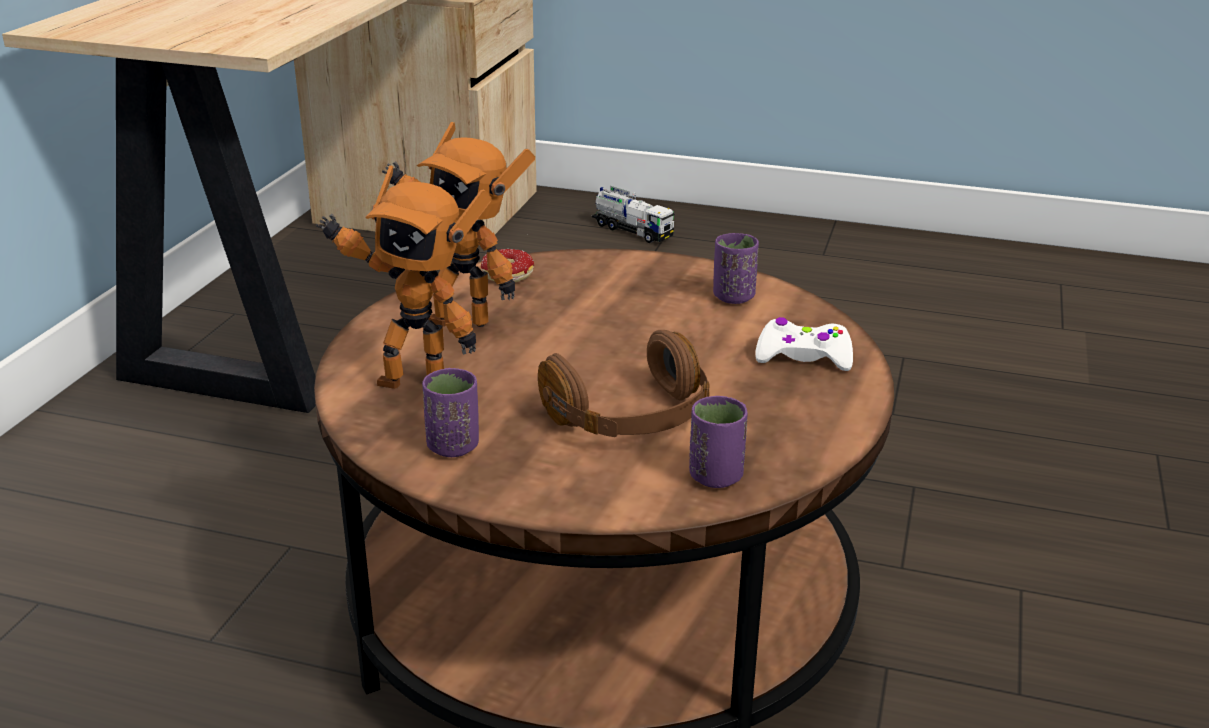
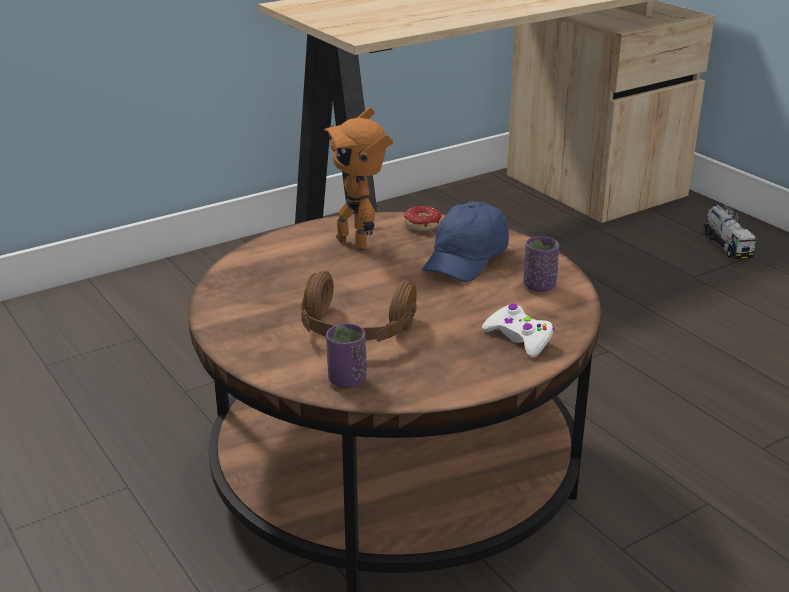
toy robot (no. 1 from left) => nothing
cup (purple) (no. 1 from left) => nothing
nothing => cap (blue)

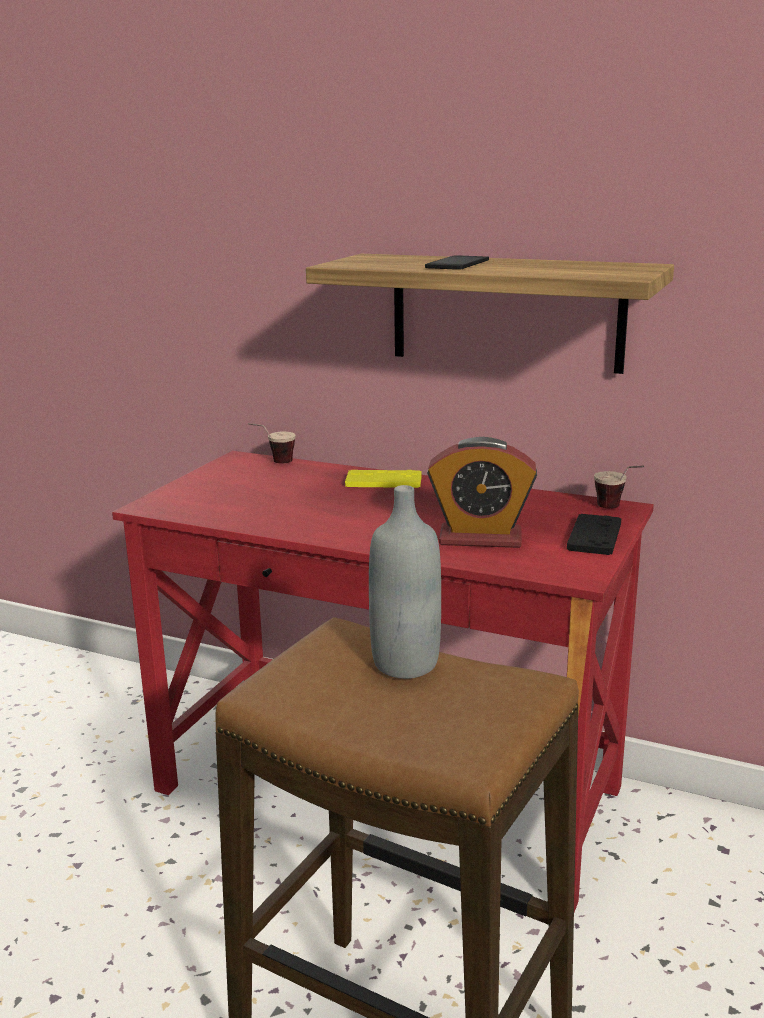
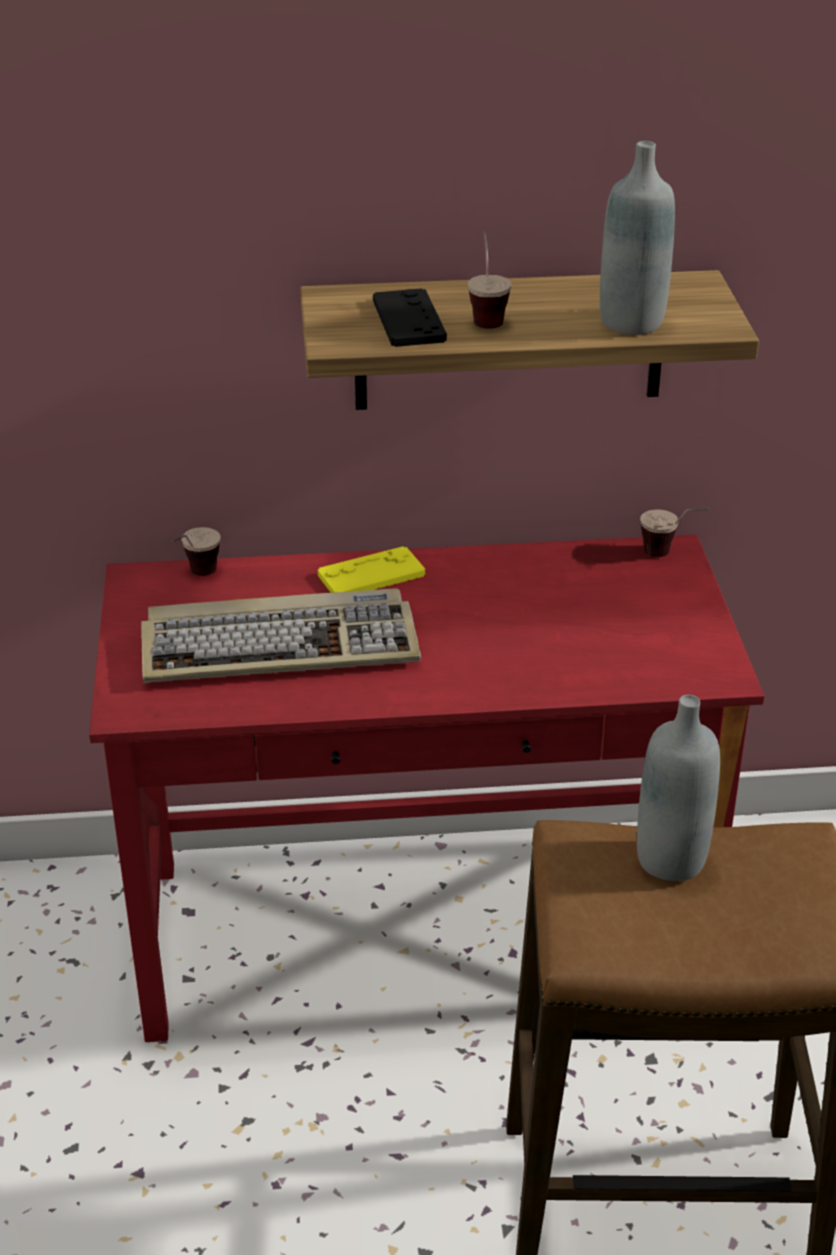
phone => cup (no. 2 from left)
alarm clock => nothing
game controller (black), relocated
nothing => bottle (grey) (no. 1 from left)
nothing => keyboard

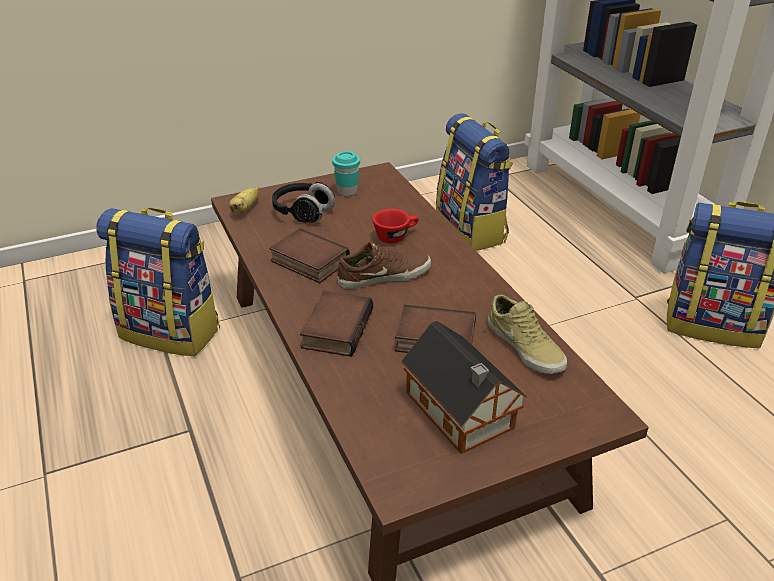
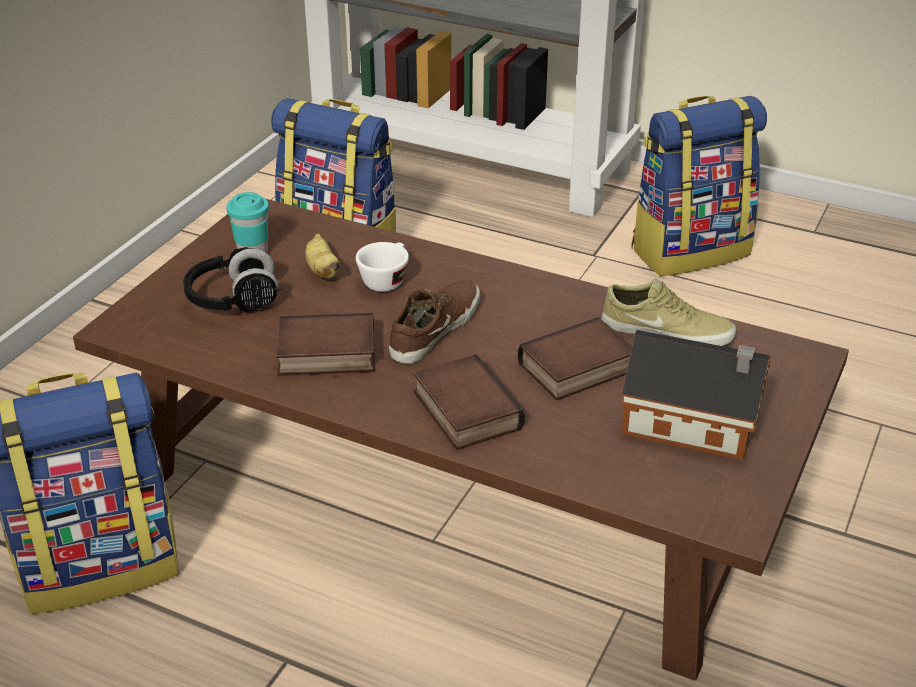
banana, relocated
cup (red) => cup (white)

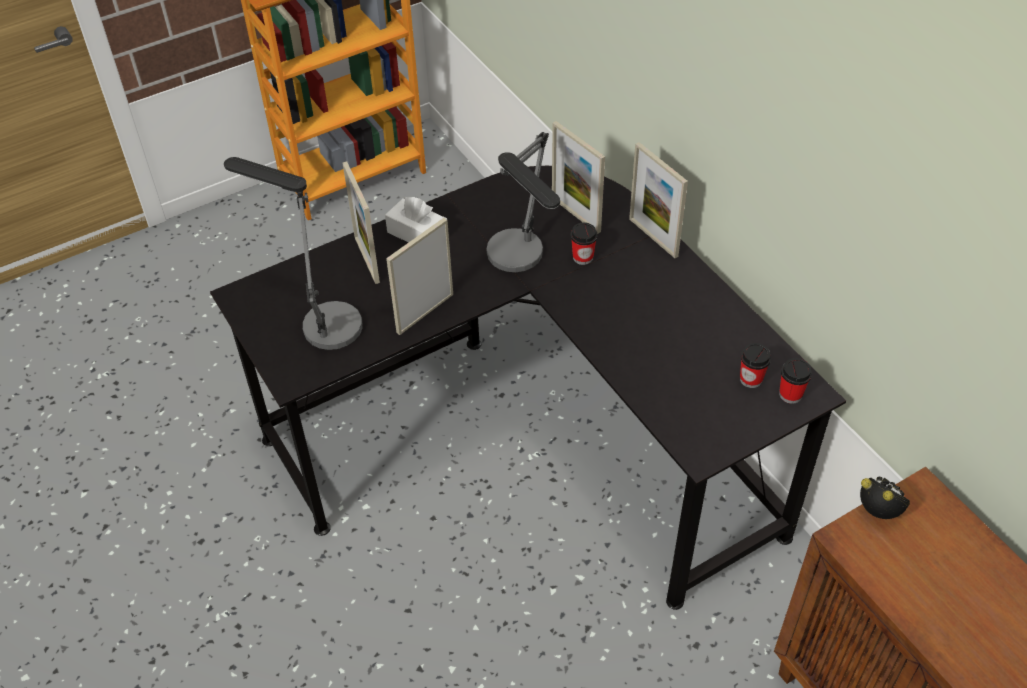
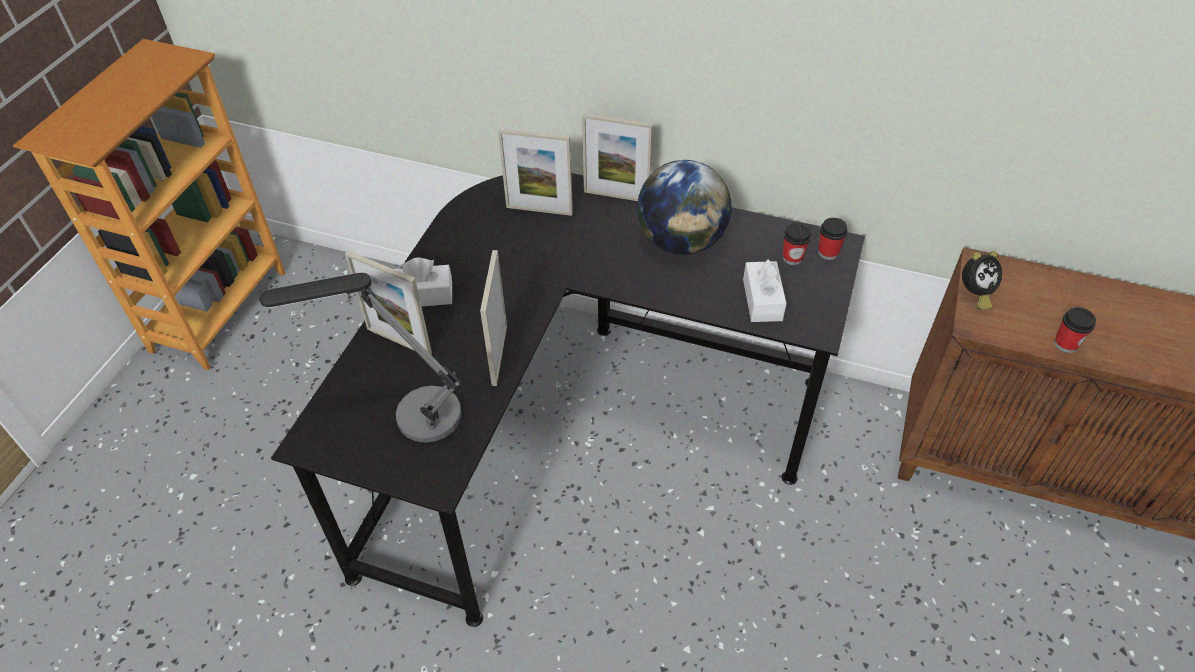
table lamp (no. 2 from left) => nothing
cup (no. 1 from left in the first image) => cup (no. 3 from left), relocated
alarm clock, 150 degrees clockwise
nothing => globe
nothing => tissue box (white) (no. 2 from left)

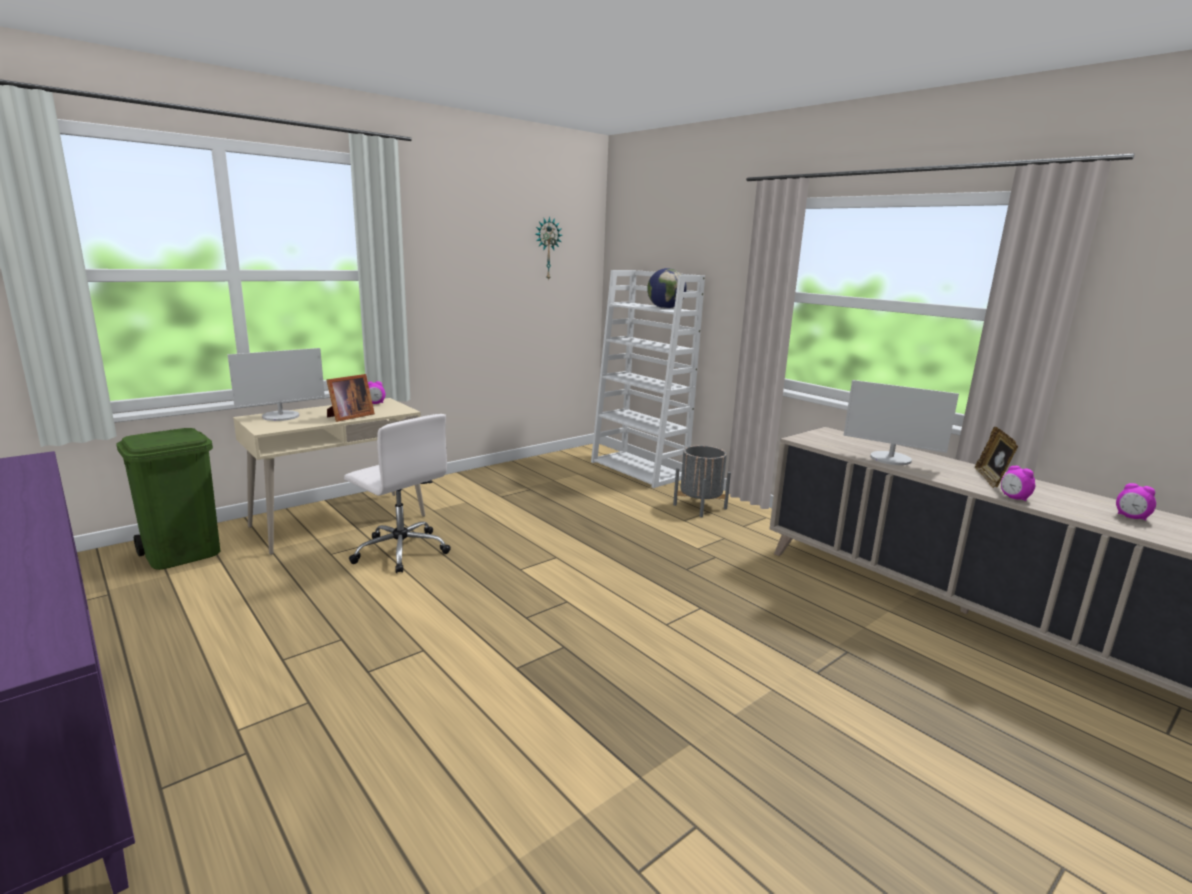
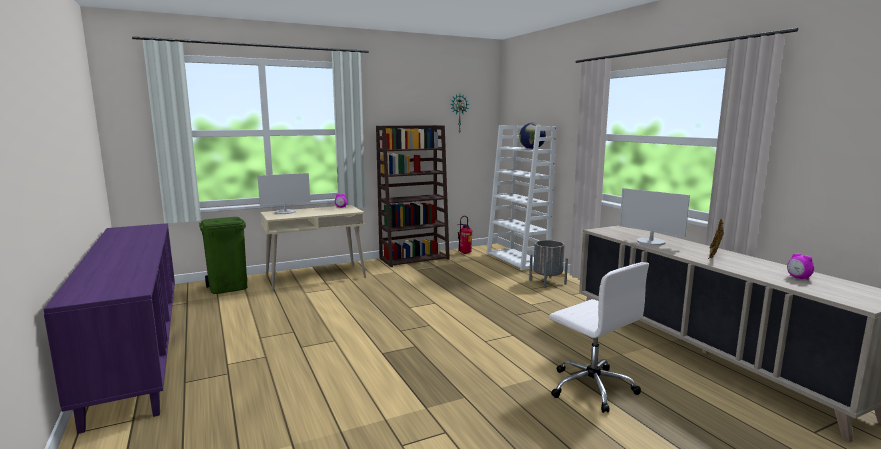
picture frame (no. 1 from left) => nothing
office chair (white), relocated
alarm clock (no. 2 from left) => nothing
nothing => bookcase (brown)
nothing => fire extinguisher

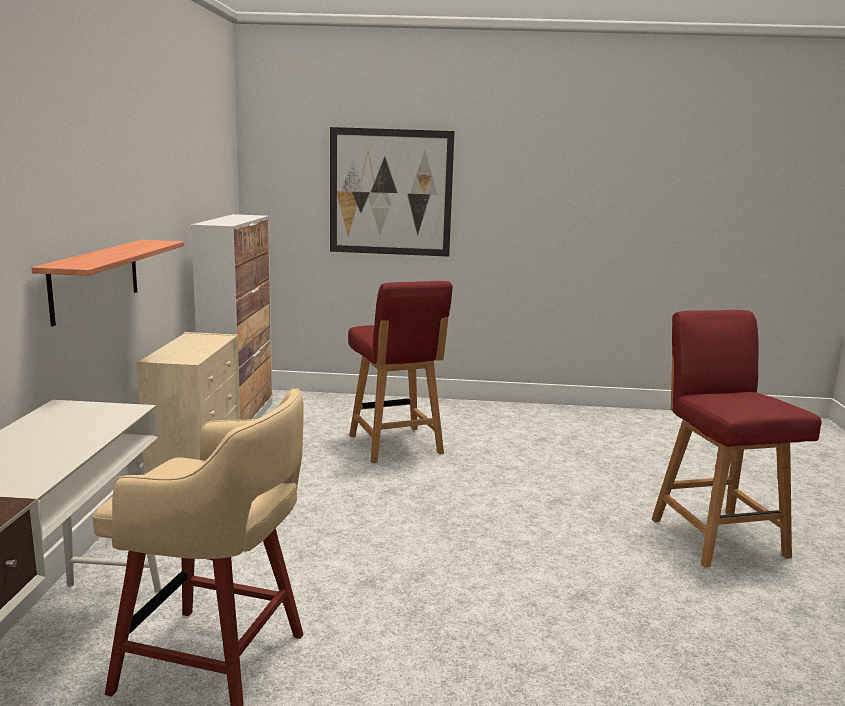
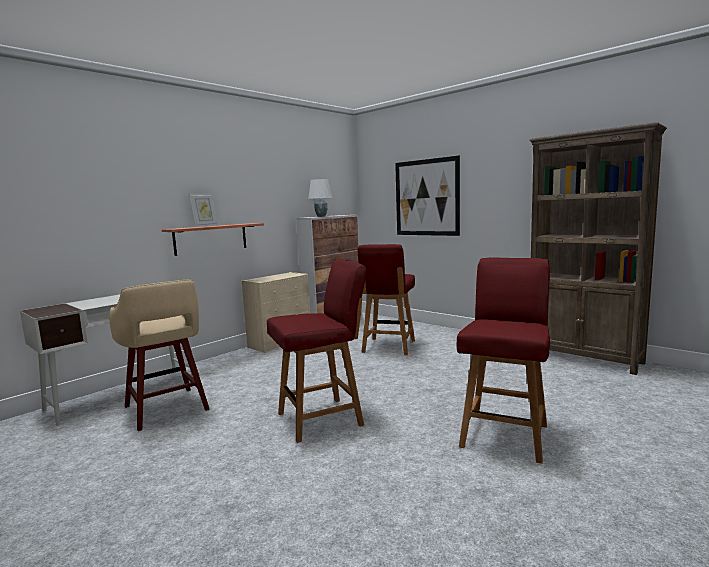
nothing => bookcase (brown)
nothing => table lamp (white)
nothing => picture frame
nothing => chair (red) (no. 1 from left)

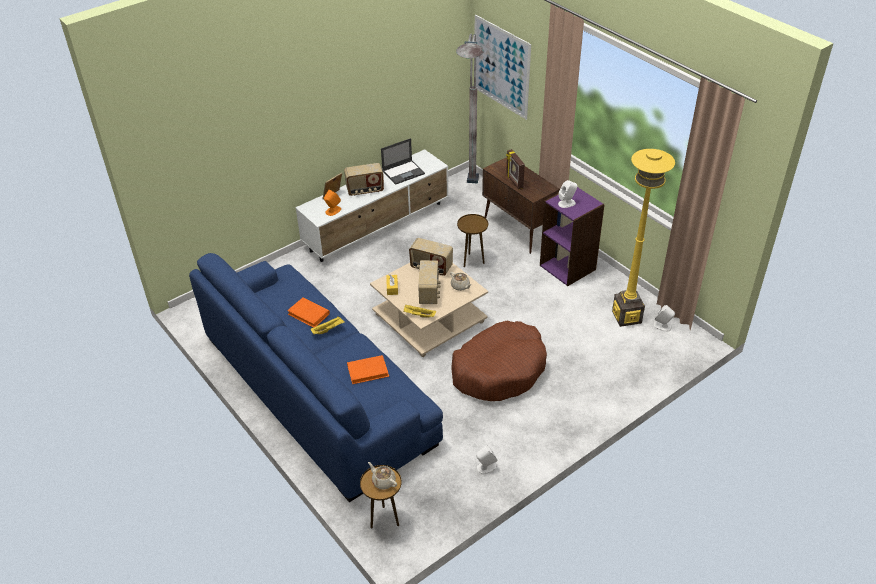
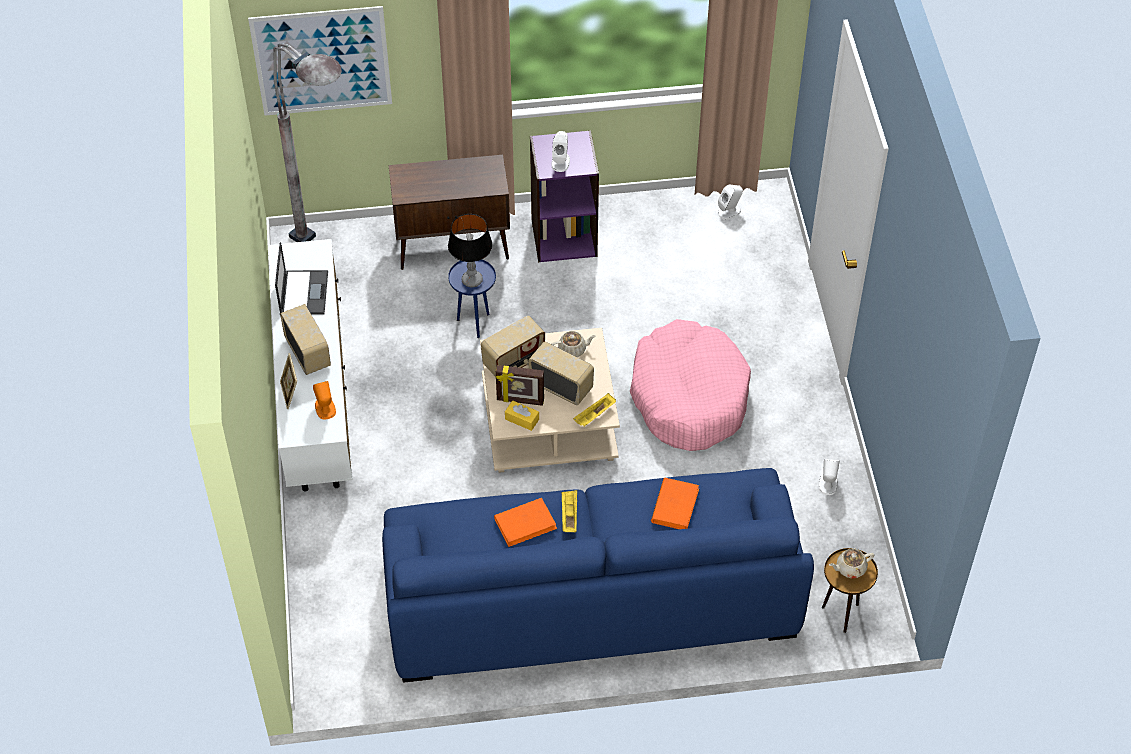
picture frame (no. 2 from left), relocated
floor lamp (yellow) => nothing
radio (no. 1 from left), 45 degrees counterclockwise
side table (brown) (no. 2 from left) => side table (blue)
dog bed (brown) => dog bed (pink)
nothing => table lamp

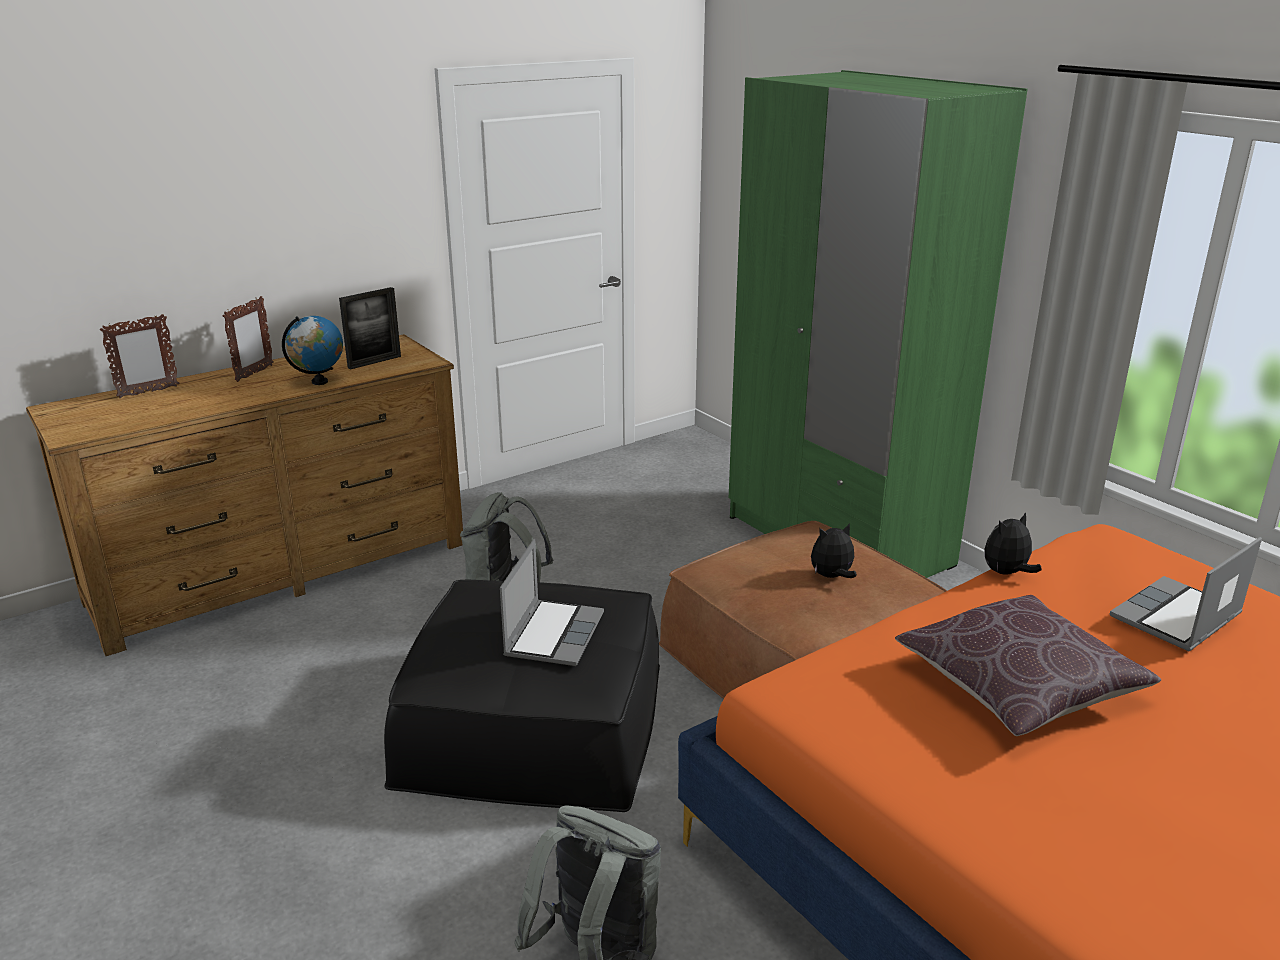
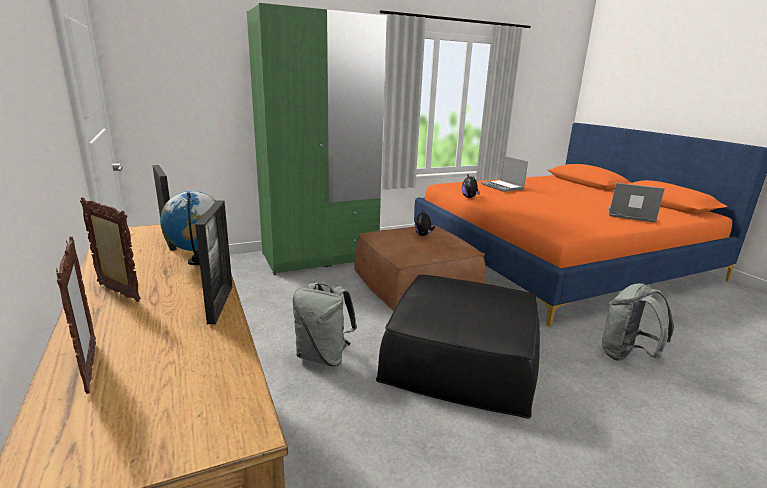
laptop (no. 1 from left in the first image) => laptop (no. 2 from left), relocated
pillow (brown) => nothing
nothing => picture frame (no. 4 from left)

